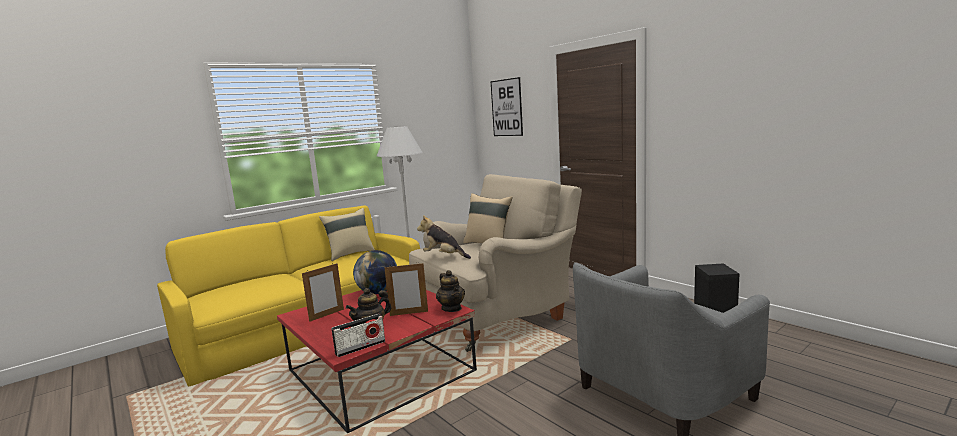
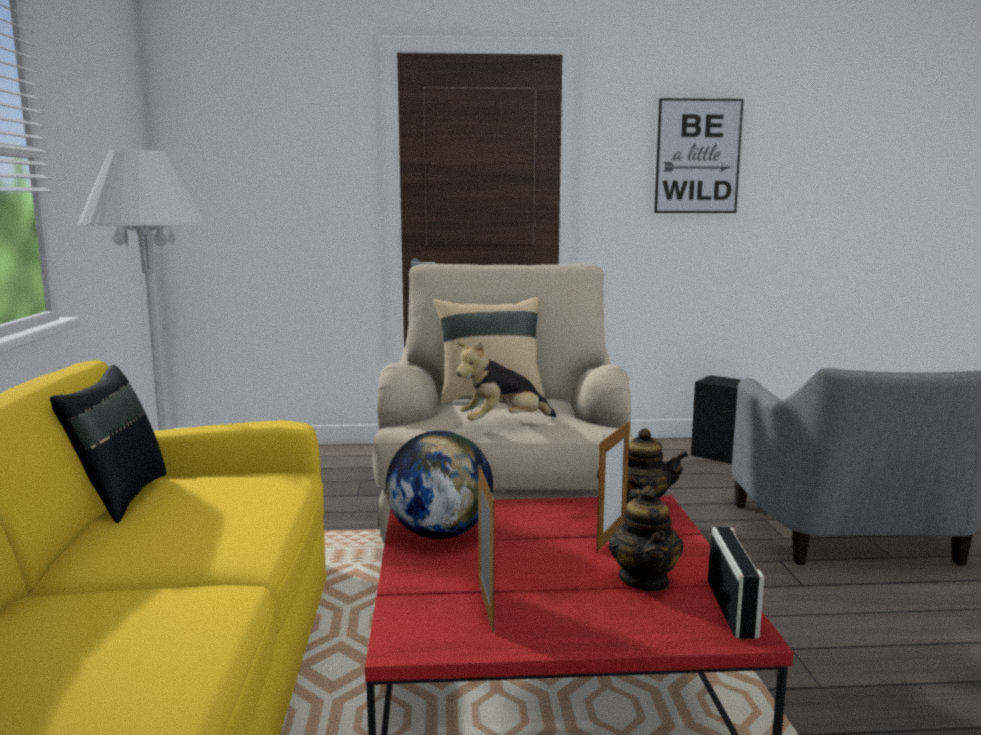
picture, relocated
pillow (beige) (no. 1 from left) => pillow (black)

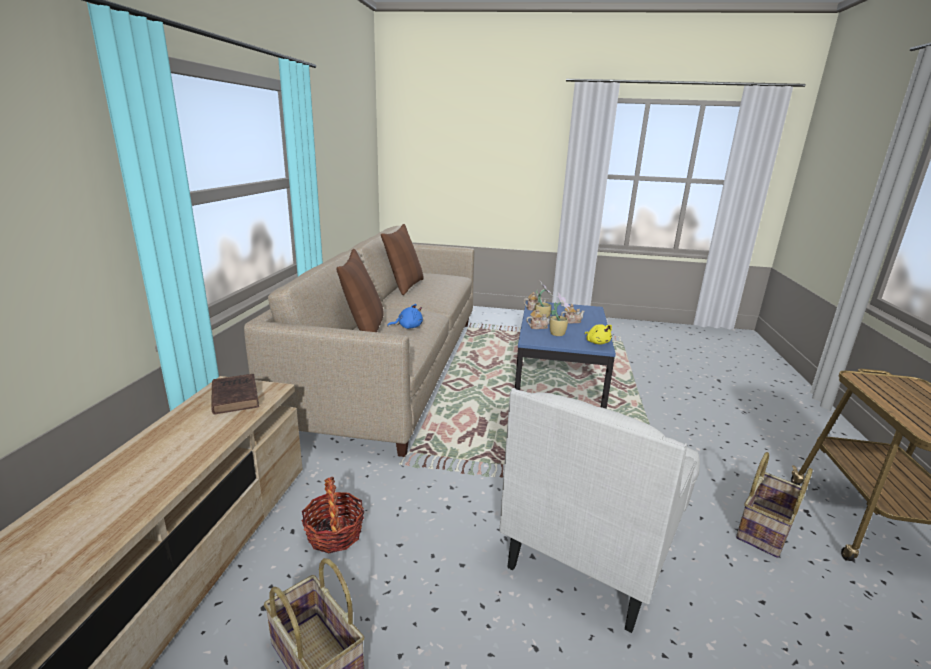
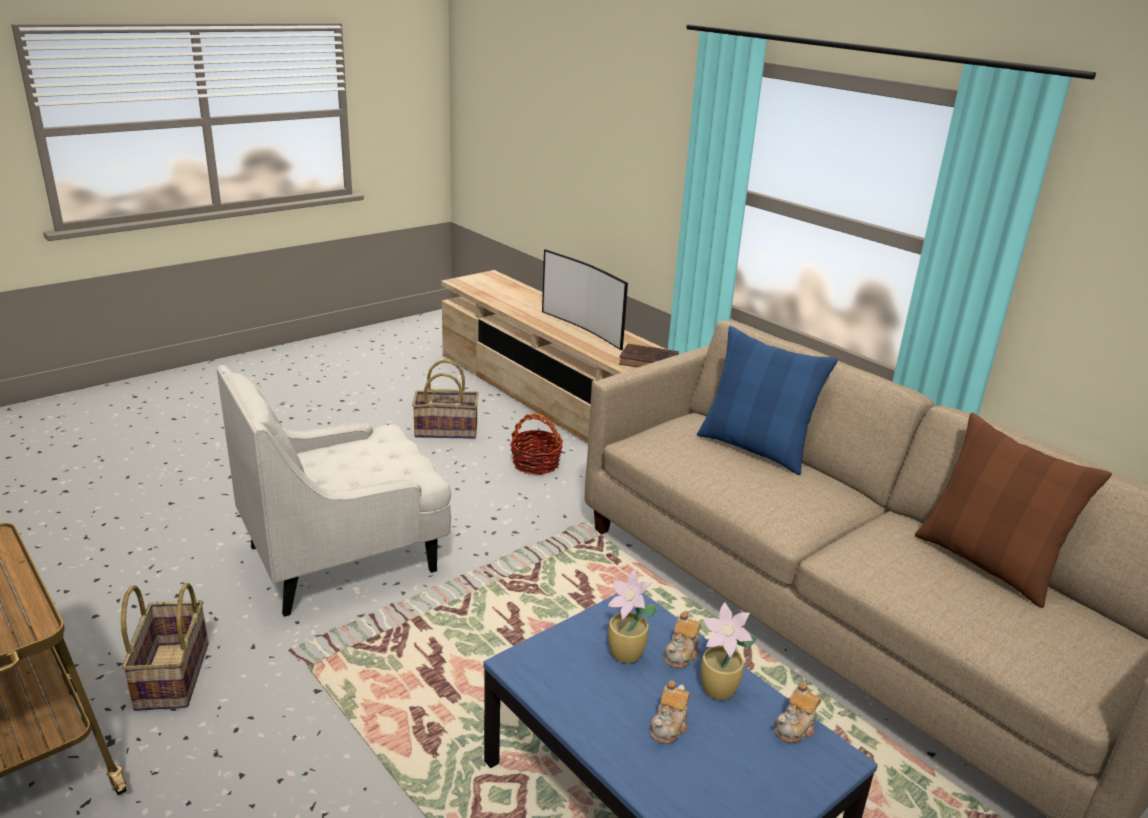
pillow (brown) (no. 1 from left) => pillow (blue)
plush toy (blue) => nothing
plush toy (yellow) => nothing
armchair (white), 105 degrees counterclockwise
nothing => television

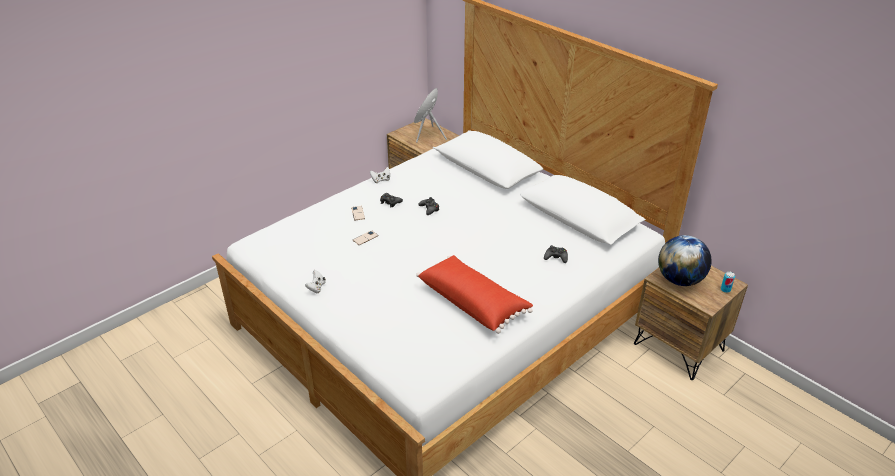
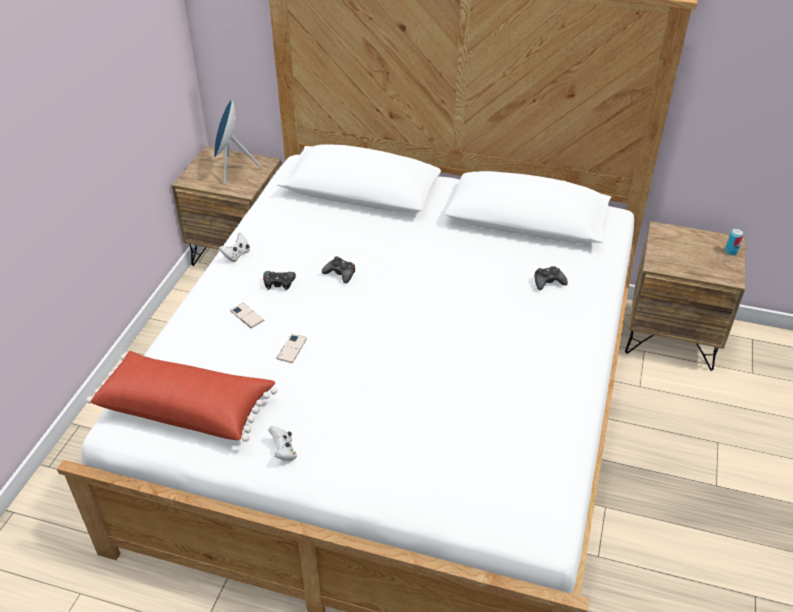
globe => nothing
pillow (red), relocated

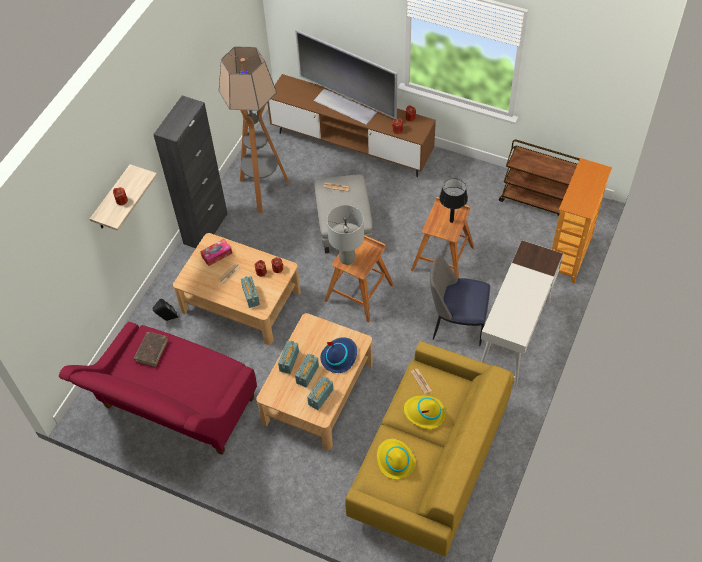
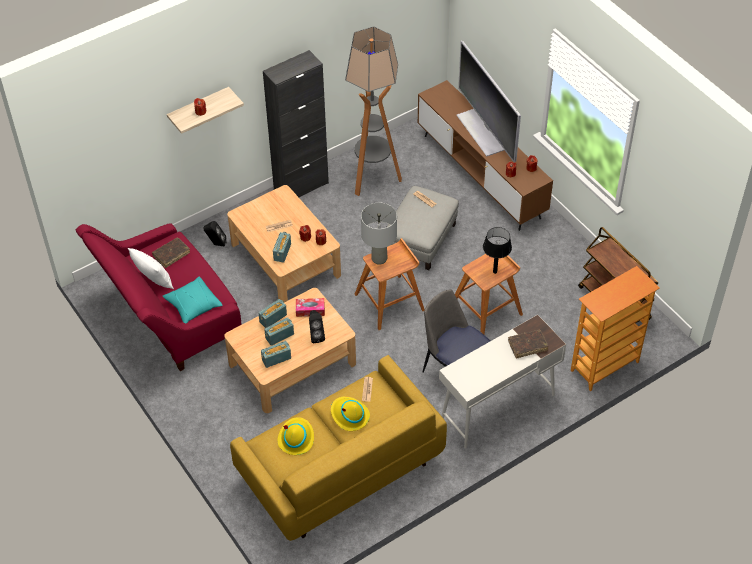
tissue box, relocated
hat (blue) => speaker (black) (no. 2 from left)
nothing => pillow (white)
nothing => pillow (turquoise)
nothing => book (brown) (no. 2 from left)

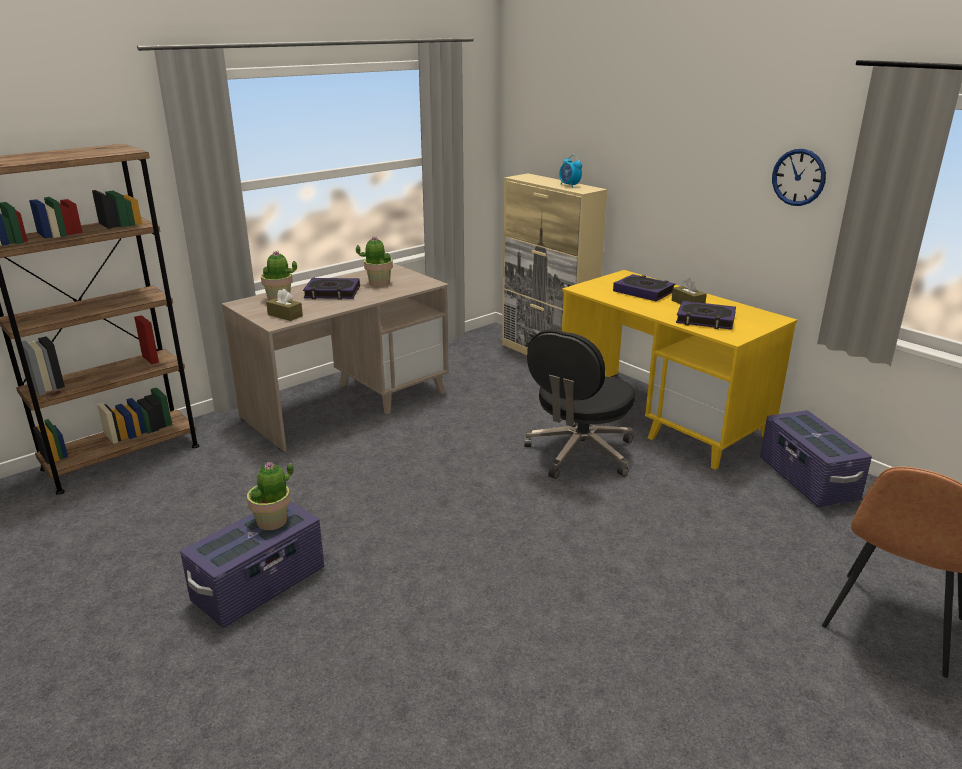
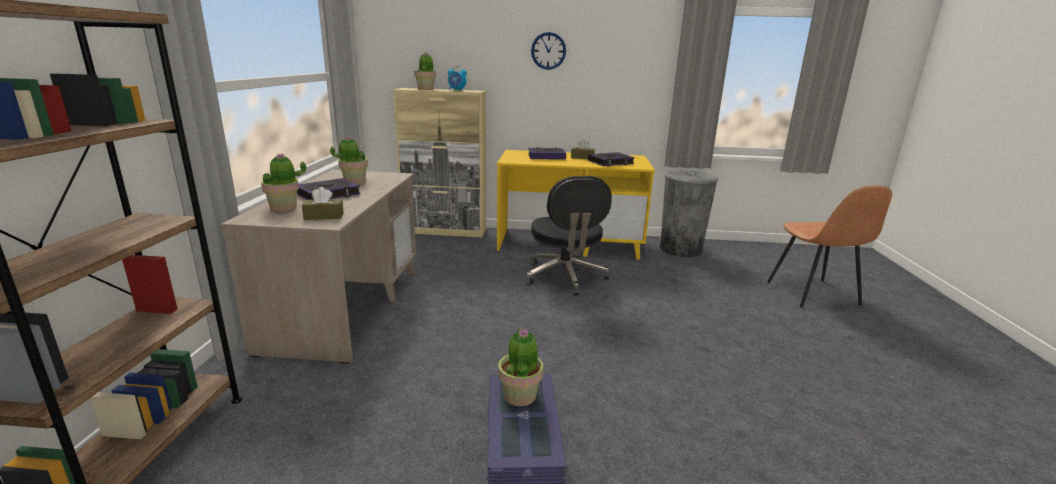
wall clock, relocated
storage box (purple) (no. 2 from left) => trash can (grey)
nothing => potted plant (no. 3 from left)

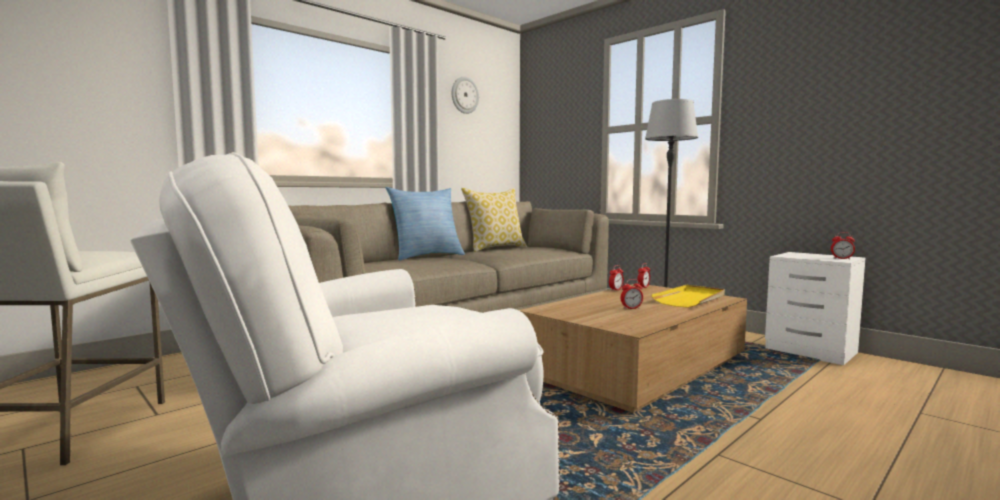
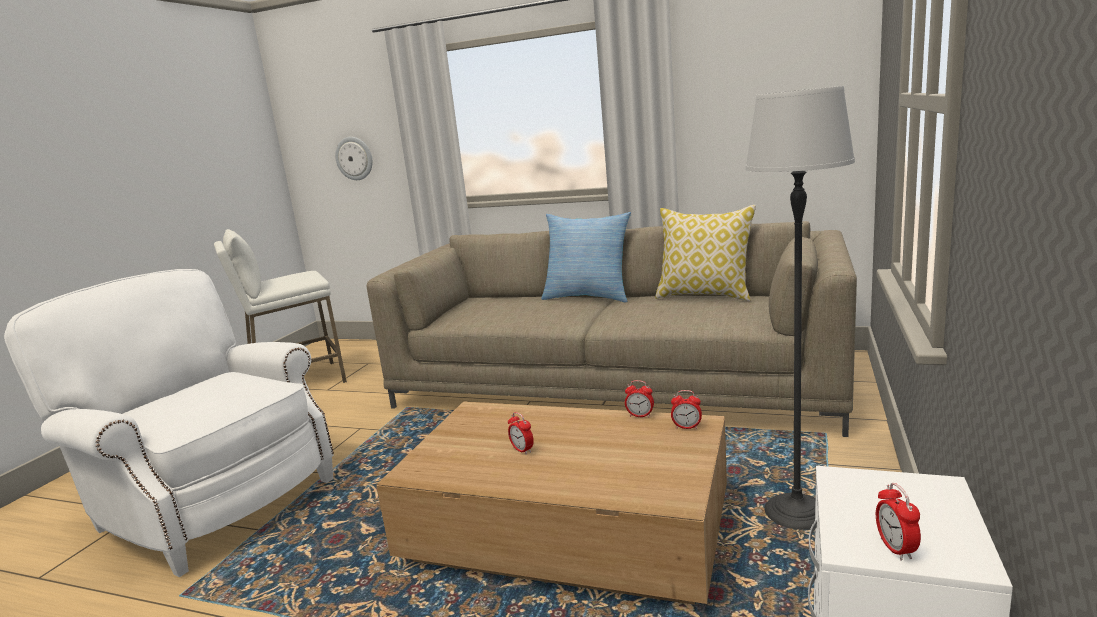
wall clock, relocated
tray (yellow) => nothing

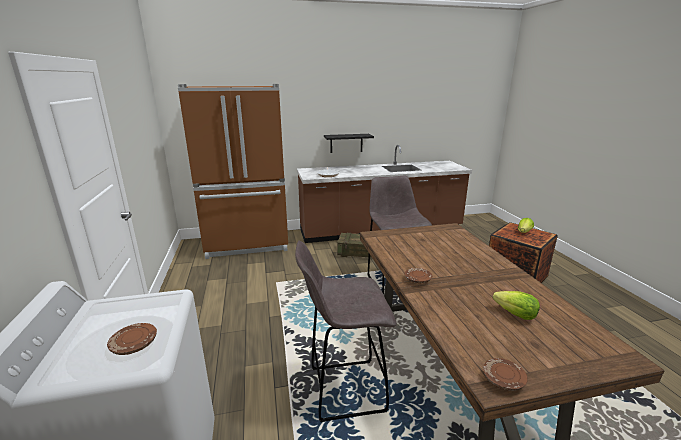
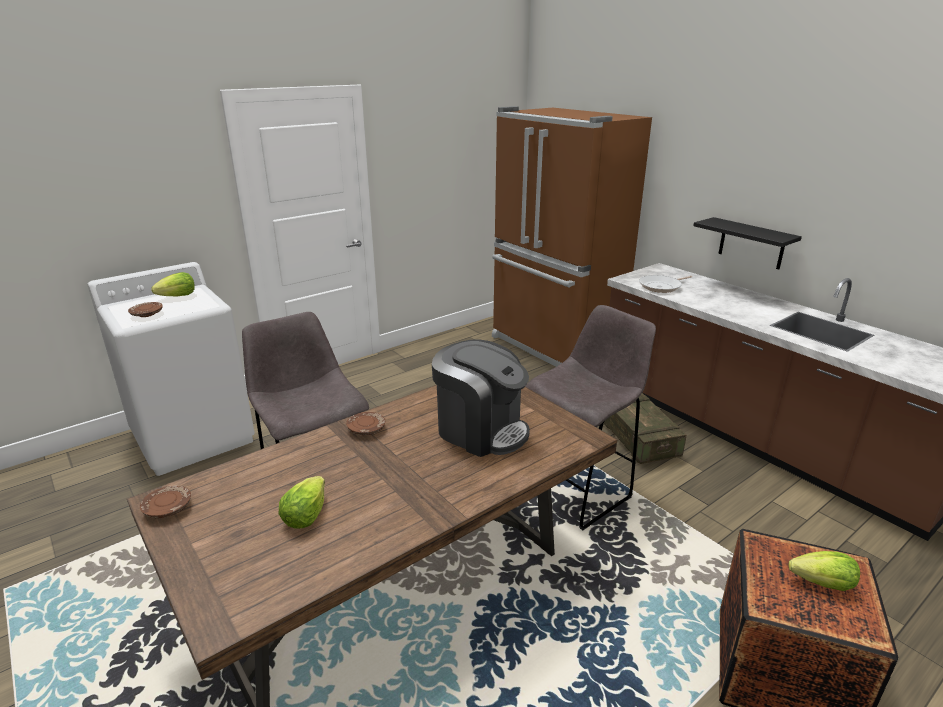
nothing => lettuce (no. 1 from left)
nothing => coffee machine

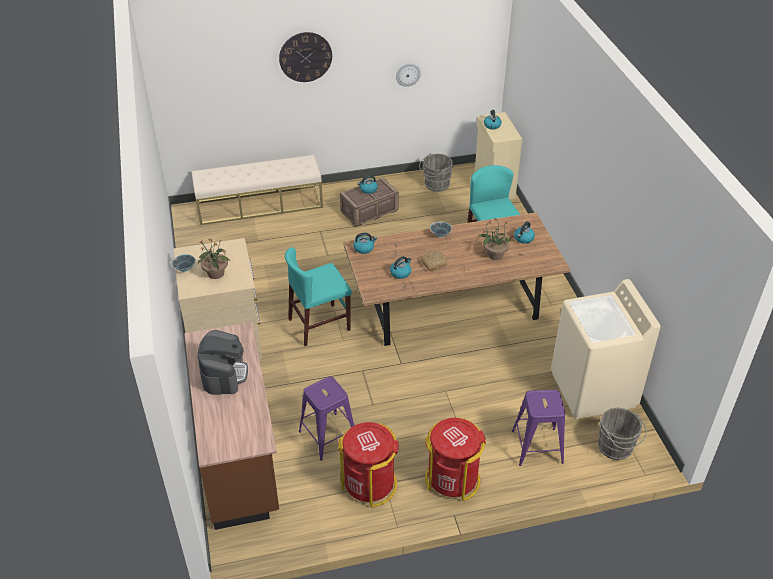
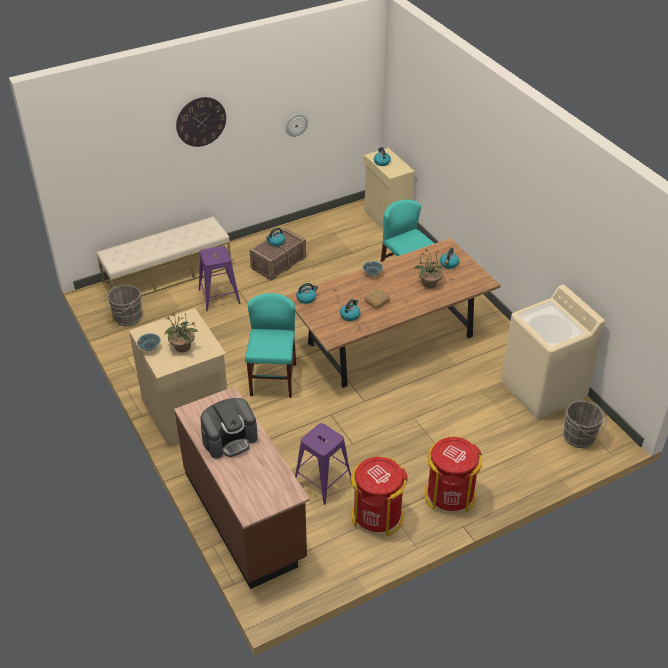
bucket (grey) (no. 1 from left), relocated
chair (turquoise) (no. 1 from left), 135 degrees clockwise
coffee machine, 75 degrees clockwise
stool (purple) (no. 2 from left in the first image) => stool (purple) (no. 1 from left), relocated

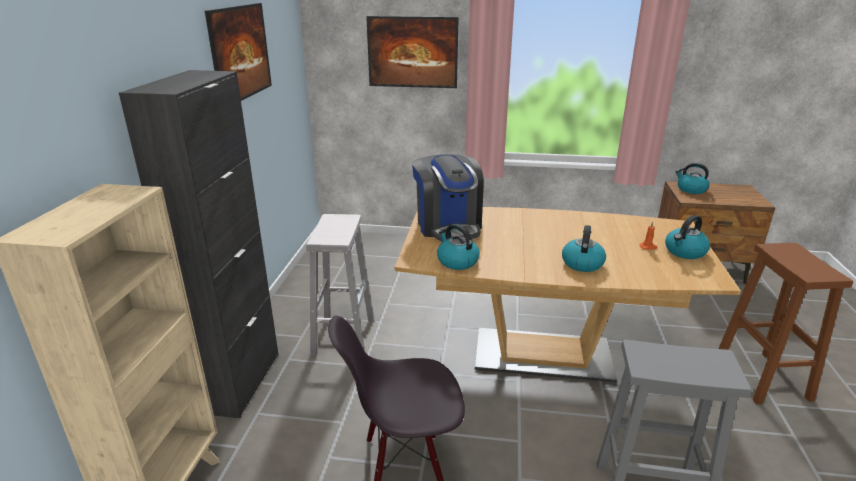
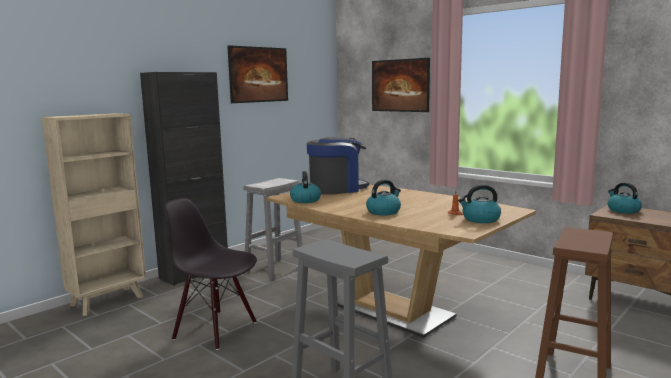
coffee machine, 135 degrees counterclockwise

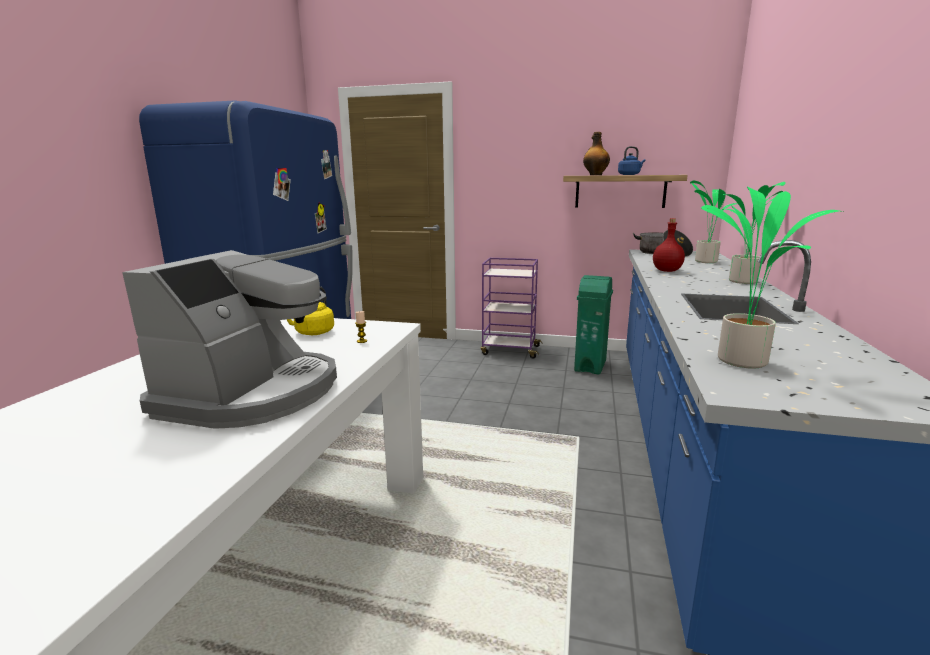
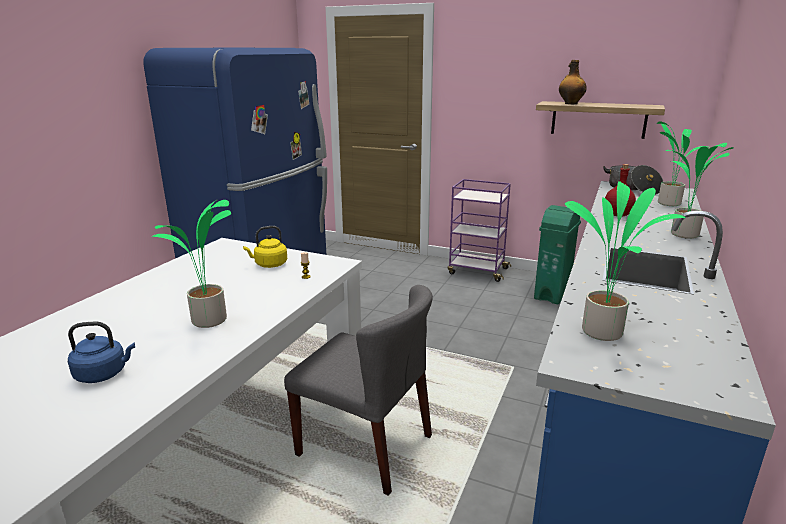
kettle (blue), relocated
coffee machine => potted plant (no. 1 from left)
nothing => chair (grey)

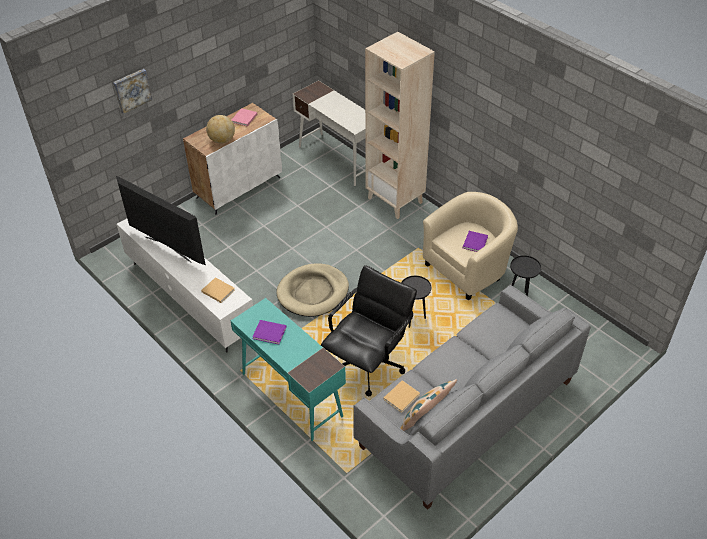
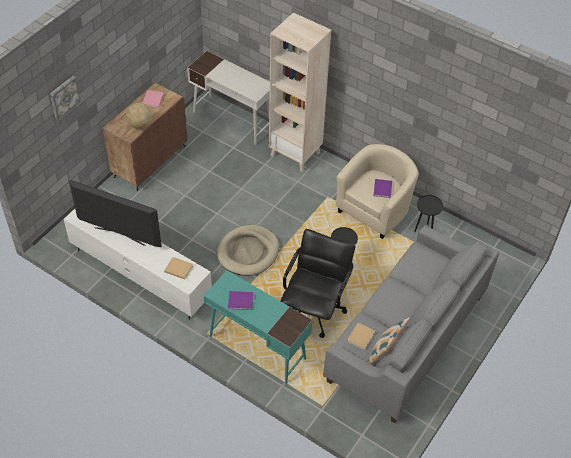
cabinet (white) => cabinet (brown)

